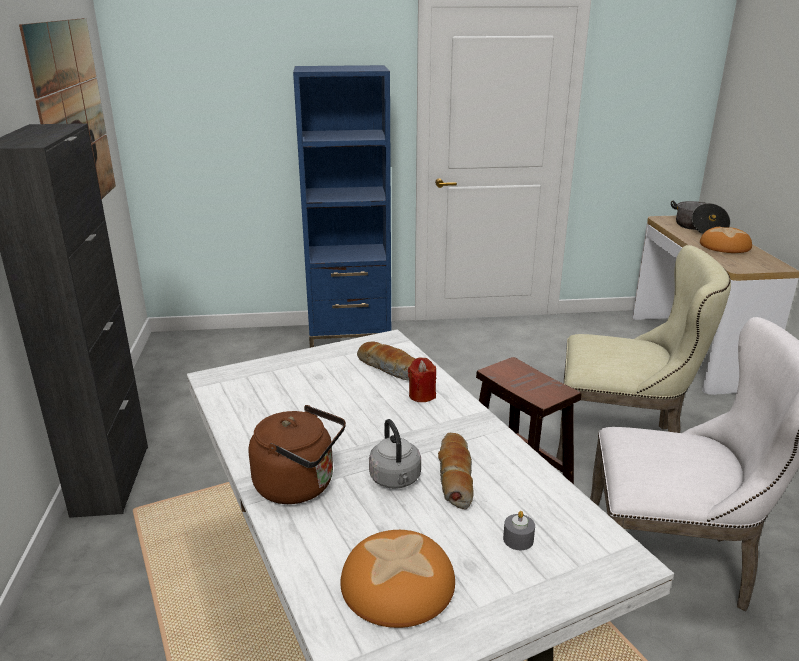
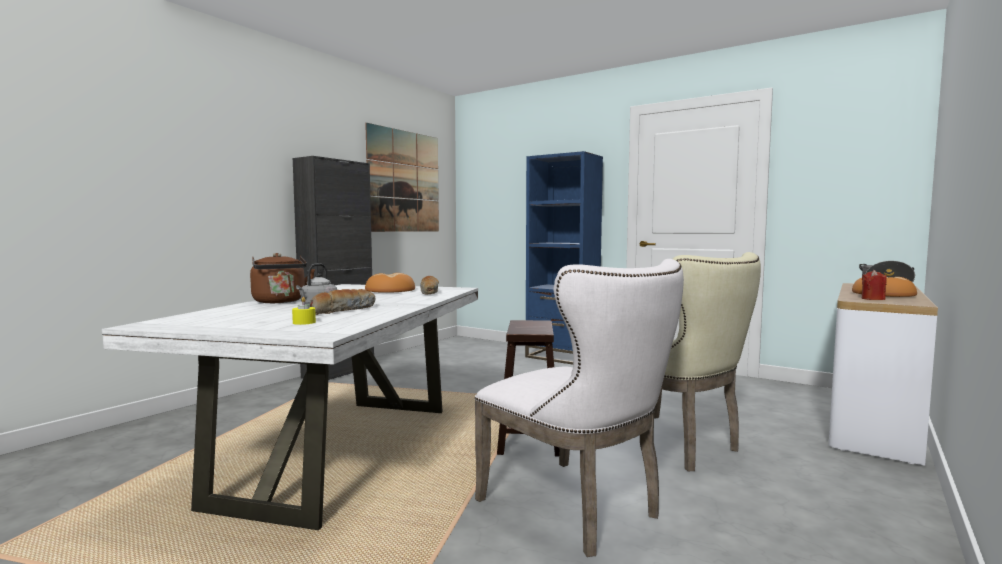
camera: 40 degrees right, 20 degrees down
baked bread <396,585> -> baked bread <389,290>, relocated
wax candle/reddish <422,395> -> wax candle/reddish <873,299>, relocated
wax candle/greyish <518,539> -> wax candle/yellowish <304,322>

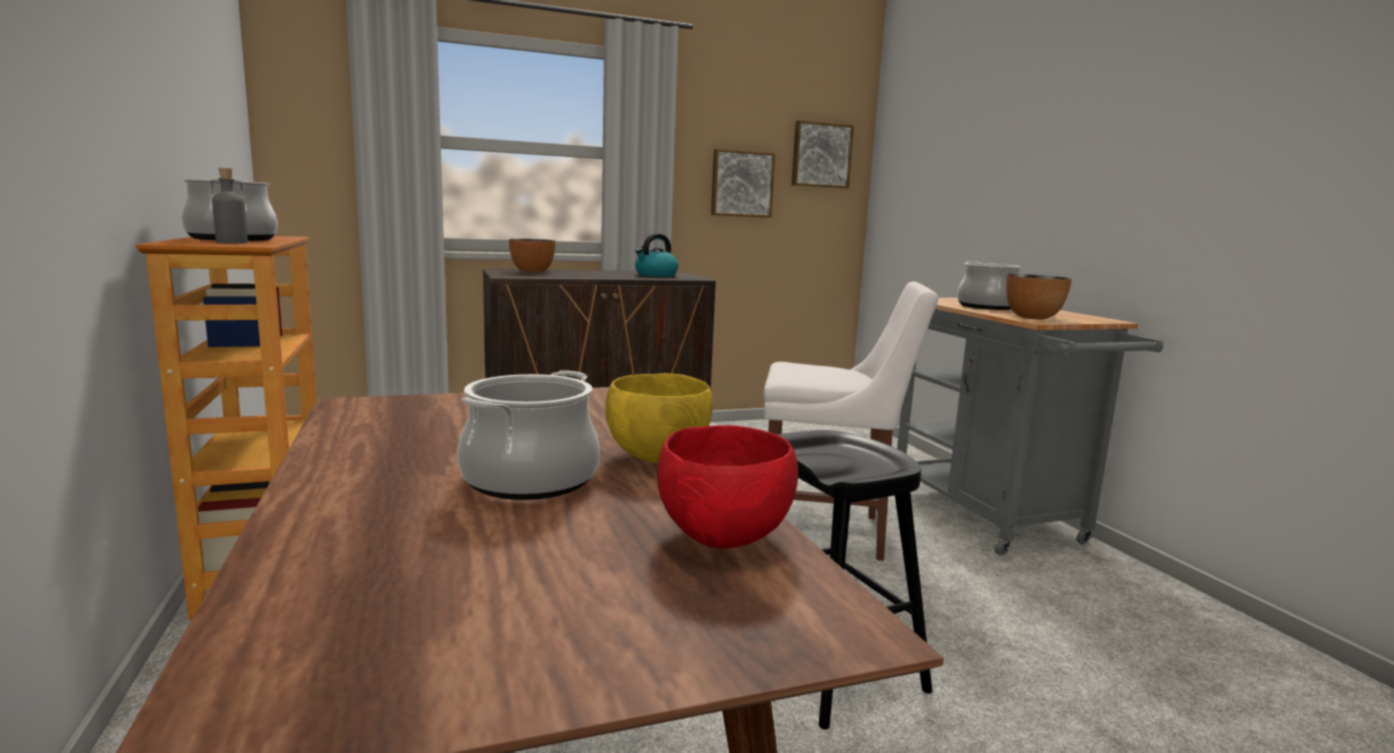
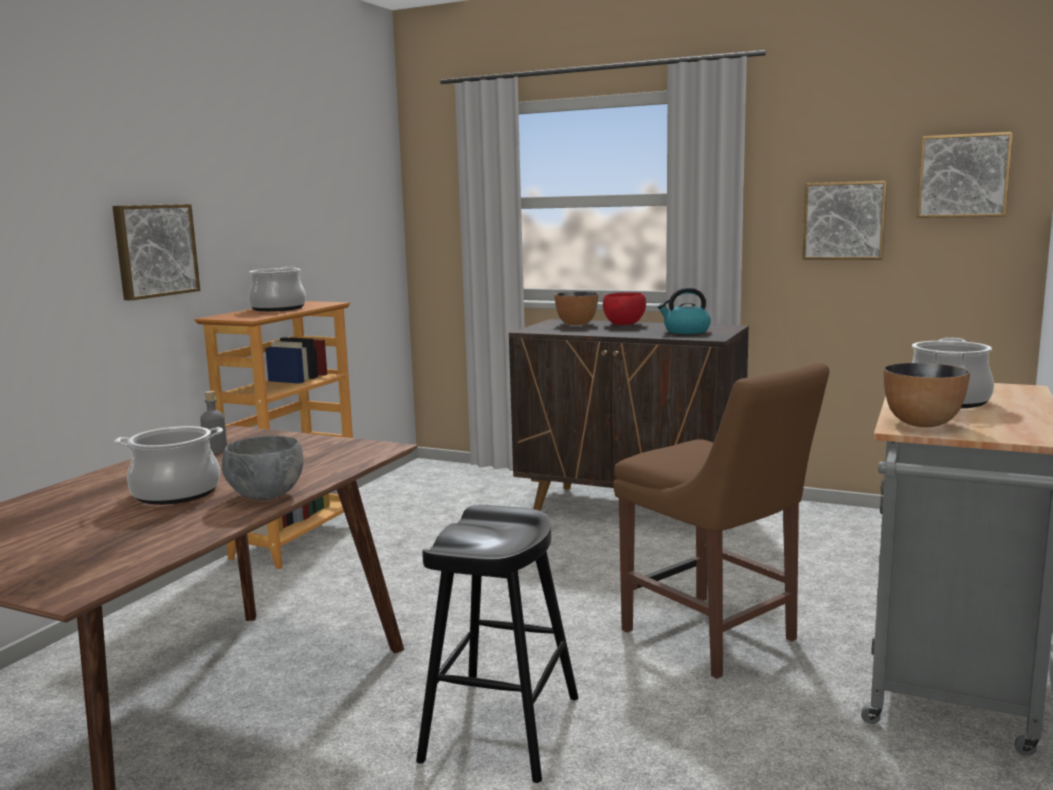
camera: 45 degrees right, 0 degrees up
bottle/greyish <232,243> -> bottle/greyish <215,450>, relocated
deep dish/yellowish <656,456> -> deep dish/greyish <265,495>
deep dish/reddish <724,536> -> deep dish/reddish <624,324>, relocated
upright chair/white-coloured <830,533> -> upright chair/brownish <714,638>
none -> picture <154,250>

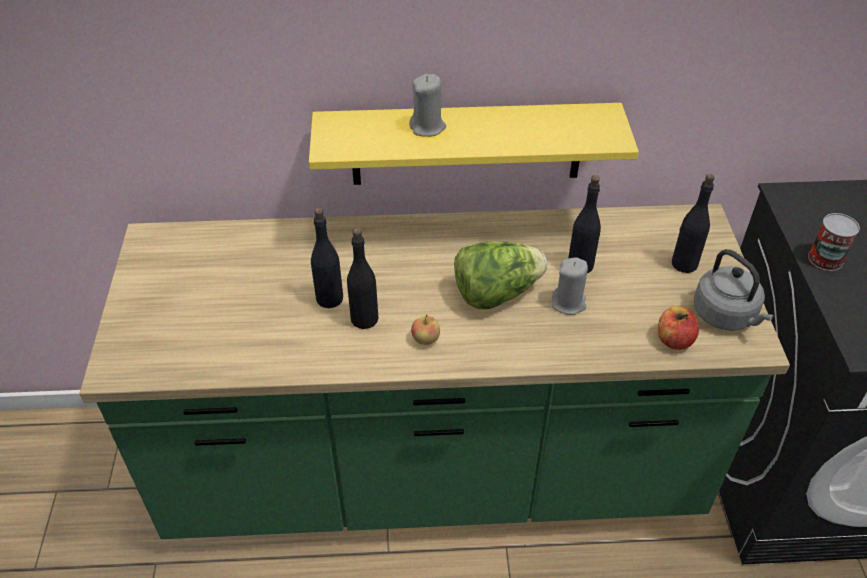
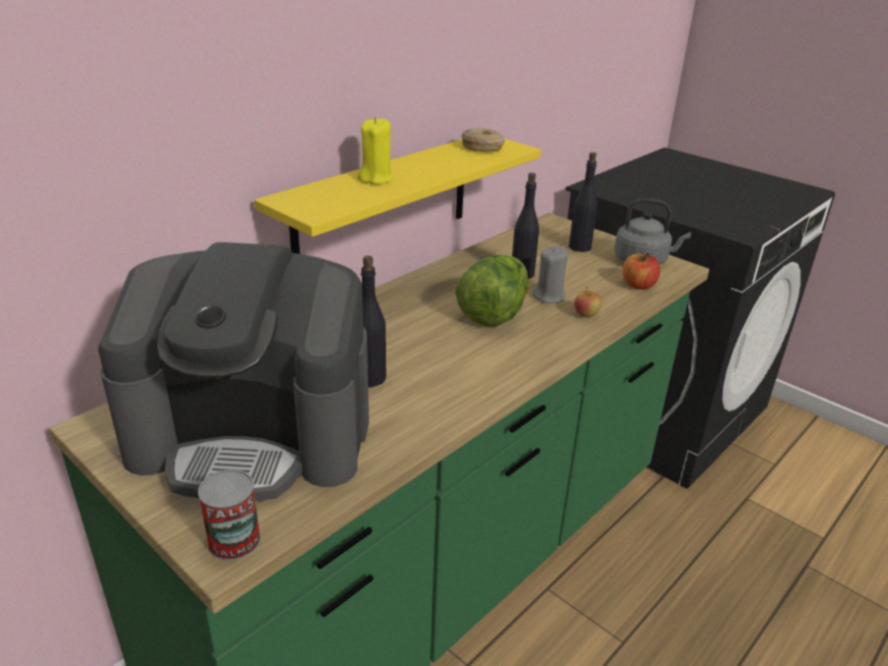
camera: 45 degrees left, 15 degrees down
bottle/blackish <364,318> -> none
wax candle/greyish <428,127> -> wax candle/yellowish <376,178>
apple <425,339> -> apple <585,315>, relocated
can <825,259> -> can <234,540>, relocated
none -> coffee machine <254,433>
none -> donut <483,147>

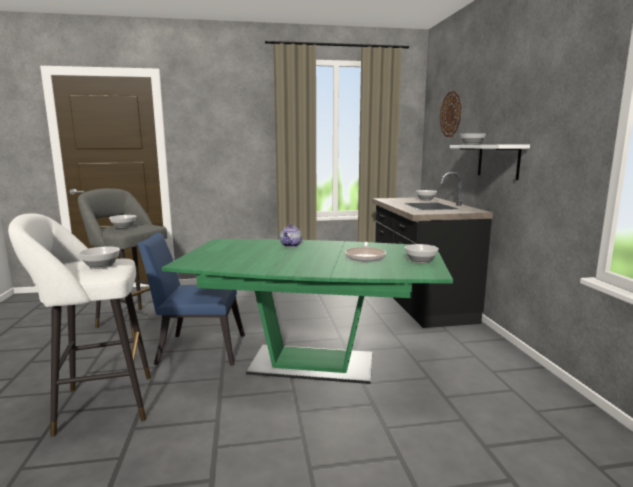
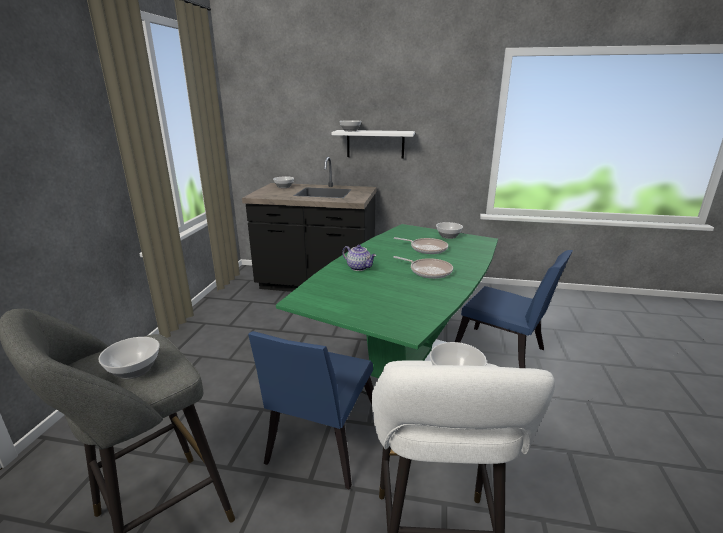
camera: 70 degrees left, 10 degrees up
hanging clock <451,114> -> none
none -> frying pan <428,271>
none -> upright chair/blue <503,356>

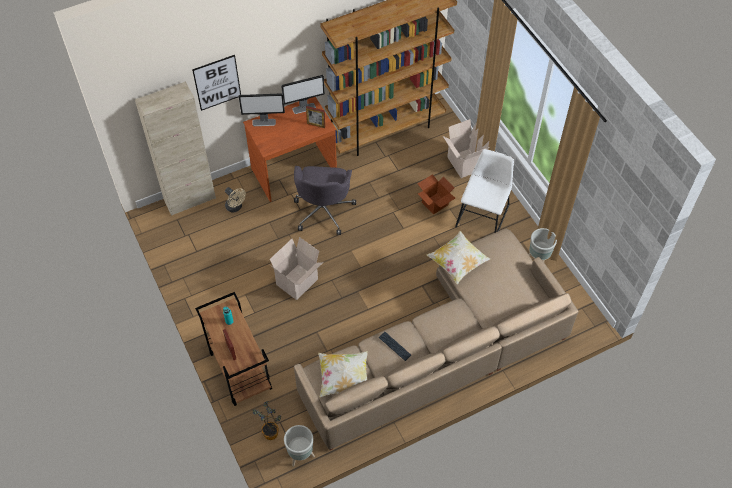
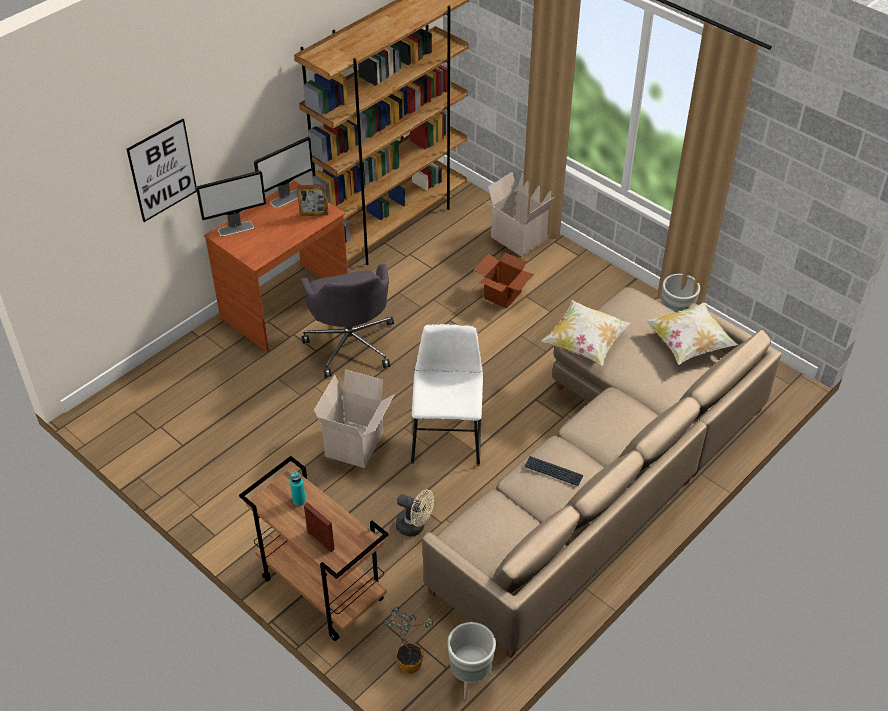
camera: 20 degrees left, 10 degrees down
storage cabinet/sand-coloured <190,199> -> none
fan/sand-coloured <235,207> -> fan/sand-coloured <415,527>, relocated
throw pillow <344,379> -> throw pillow <688,345>, relocated
upright chair/white-coloured <483,214> -> upright chair/white-coloured <447,432>, relocated

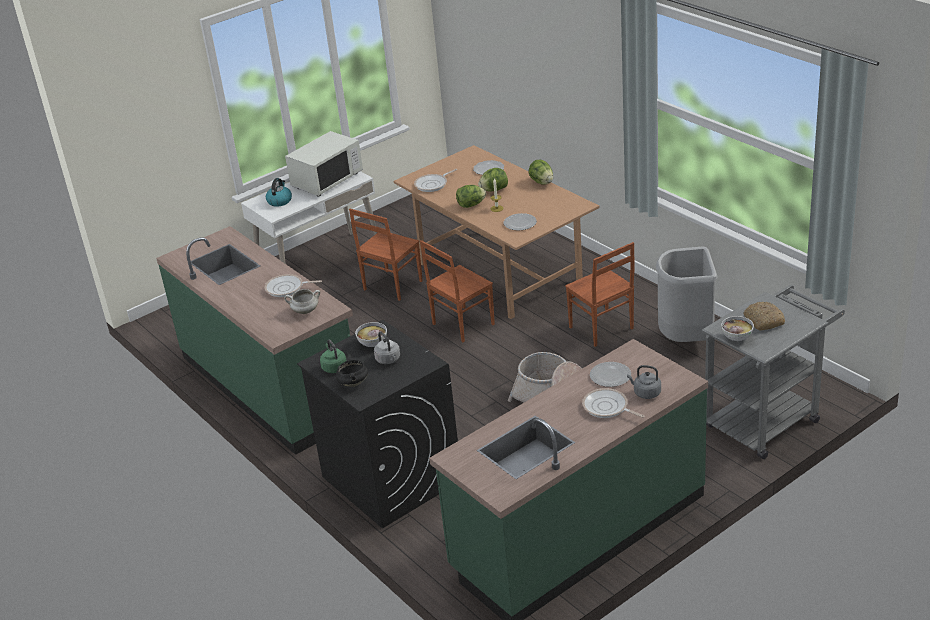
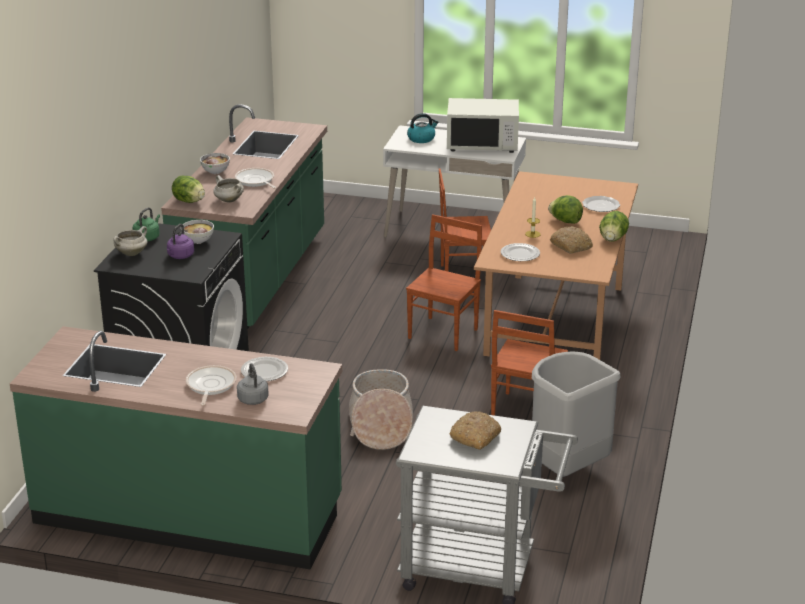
camera: 50 degrees right, 5 degrees down
stockpot/blackish <353,383> -> stockpot/white-coloured <131,253>
tea kettle/greyish <388,360> -> tea kettle/purplish <180,256>
frying pan <433,184> -> none
upright chair/brownish <462,324> -> upright chair/brownish <444,333>, 105 degrees clockwise
head of lettuce <471,205> -> head of lettuce <189,201>, relocated
deep dish <737,338> -> deep dish <216,172>, relocated
none -> baked bread <571,246>

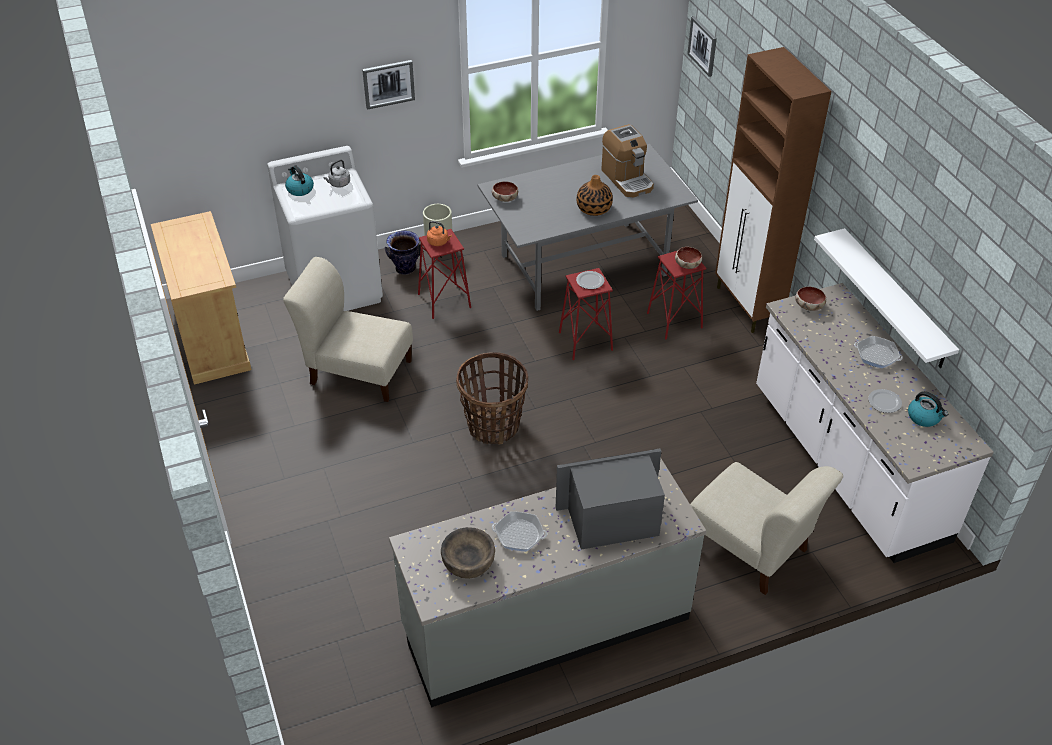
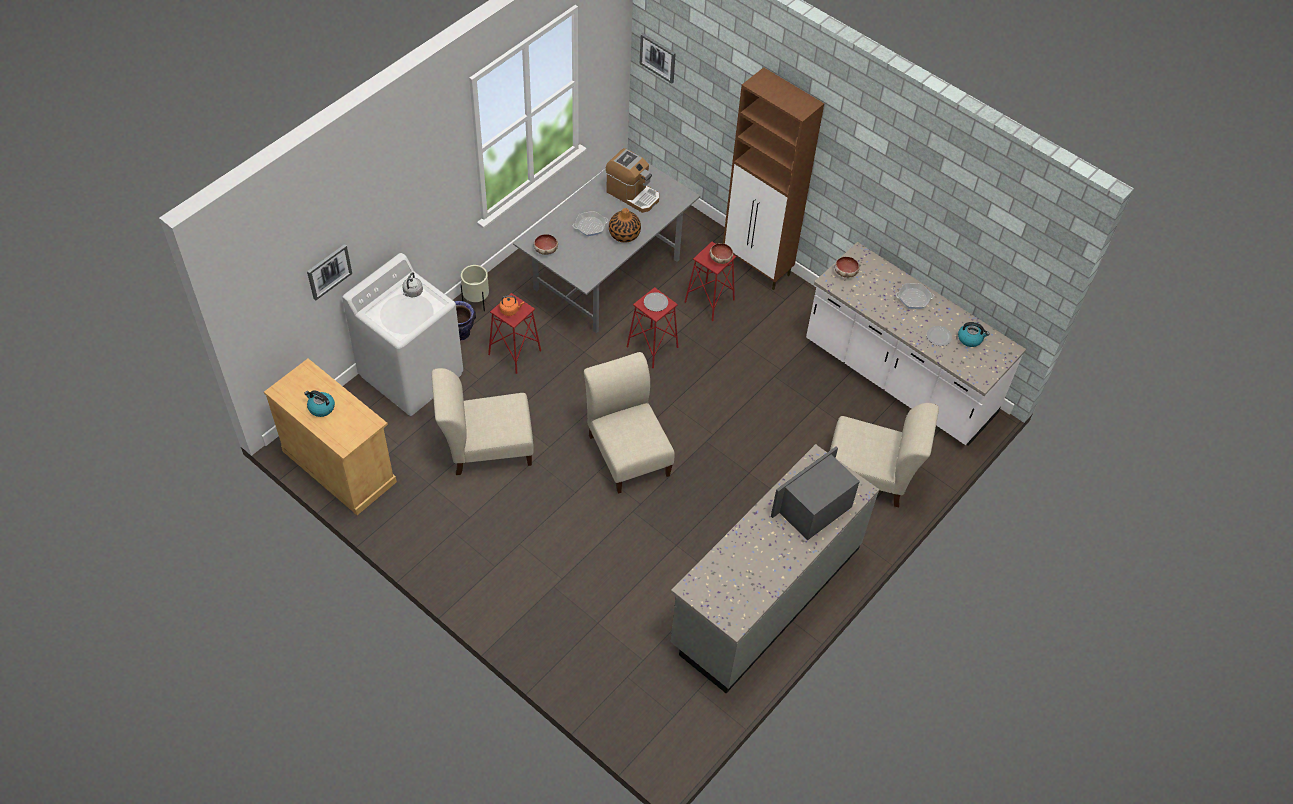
camera: 30 degrees left, 10 degrees up
tea kettle <299,189> -> tea kettle <321,407>, relocated
picture <388,84> -> picture <328,271>, relocated
deep dish/brownish <468,562> -> none
household basket <493,426> -> upright chair/sand-coloured <628,452>
frying pan <519,535> -> frying pan <590,226>, relocated
wall shelf/white-coloured <895,299> -> none

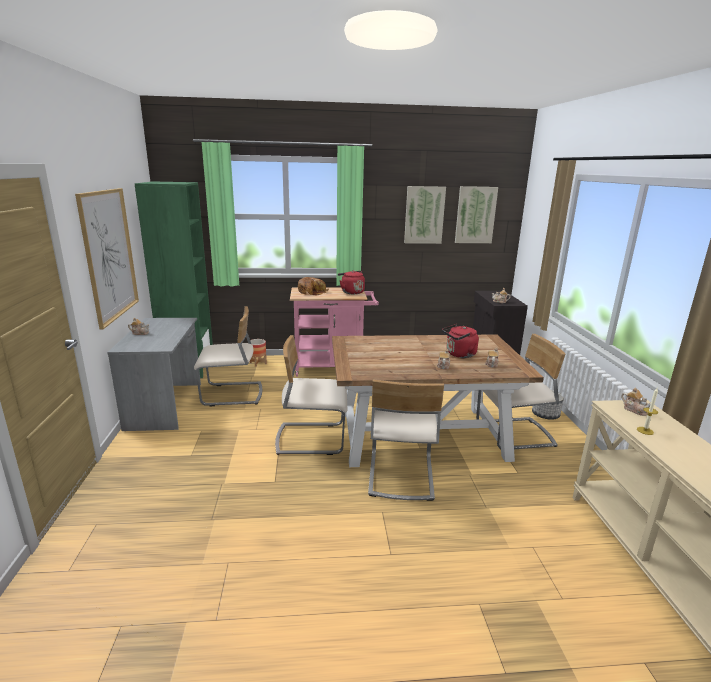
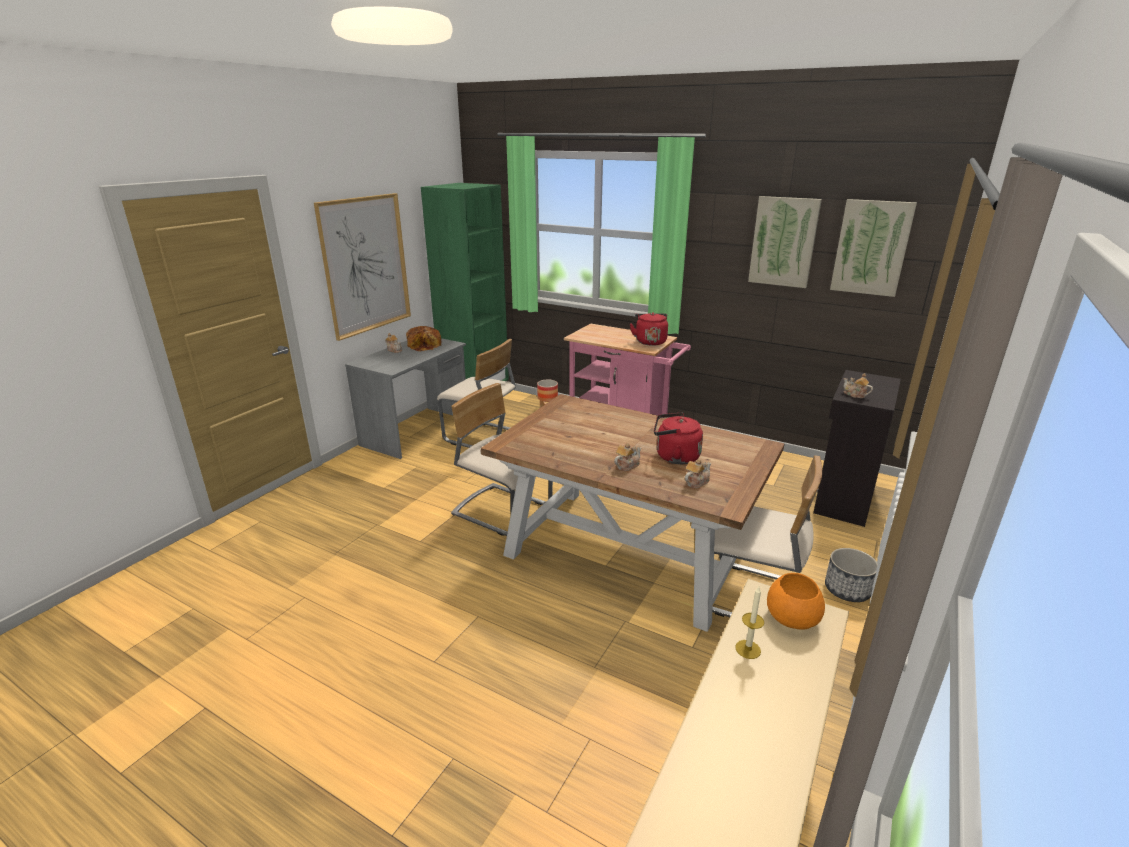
camera: 35 degrees right, 5 degrees up
baked bread <312,292> -> baked bread <425,345>, relocated
upright chair/sand-coloured <400,475> -> none
pot for tea <635,410> -> deep dish/orangey <792,616>

